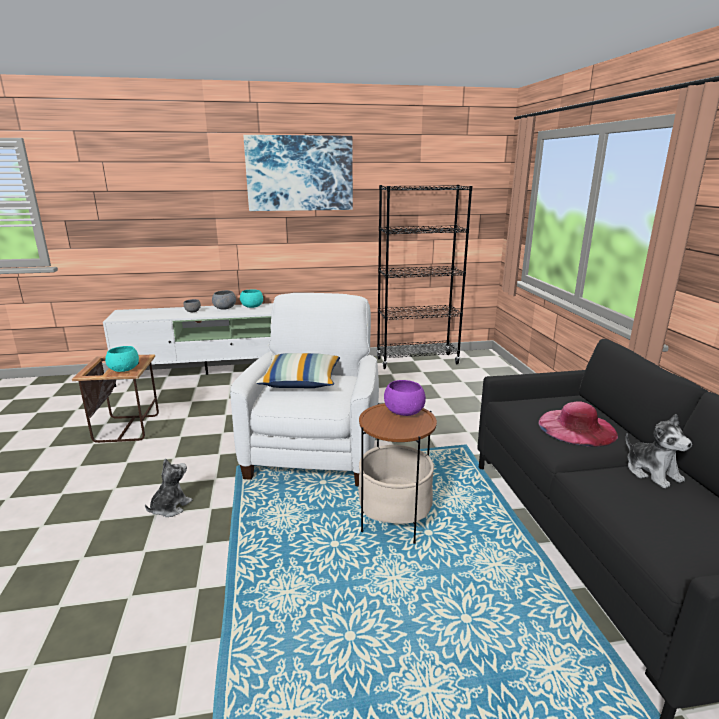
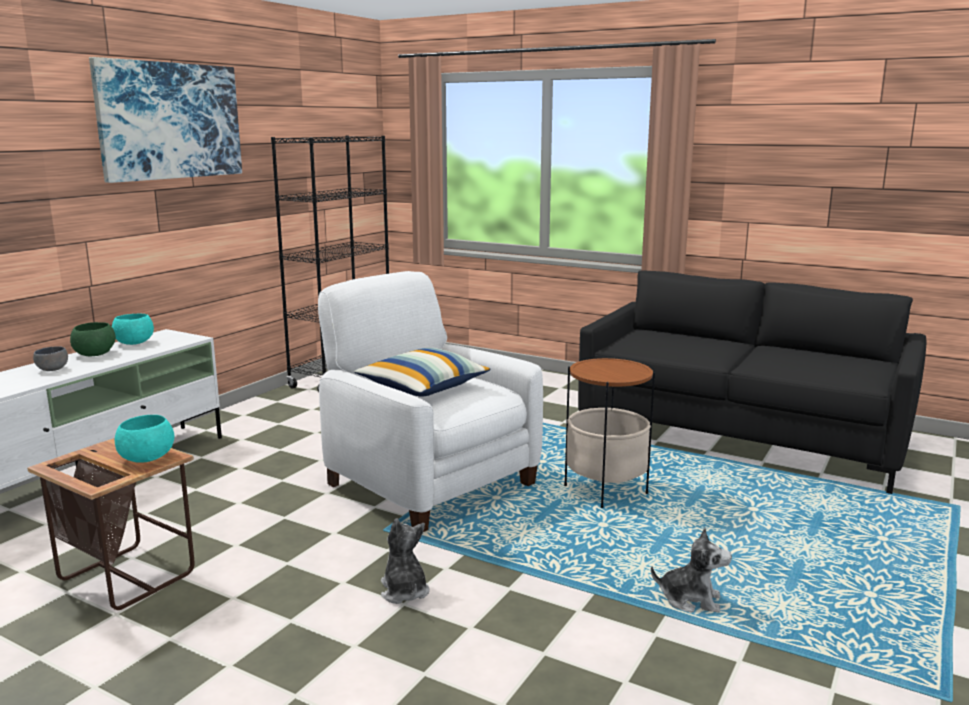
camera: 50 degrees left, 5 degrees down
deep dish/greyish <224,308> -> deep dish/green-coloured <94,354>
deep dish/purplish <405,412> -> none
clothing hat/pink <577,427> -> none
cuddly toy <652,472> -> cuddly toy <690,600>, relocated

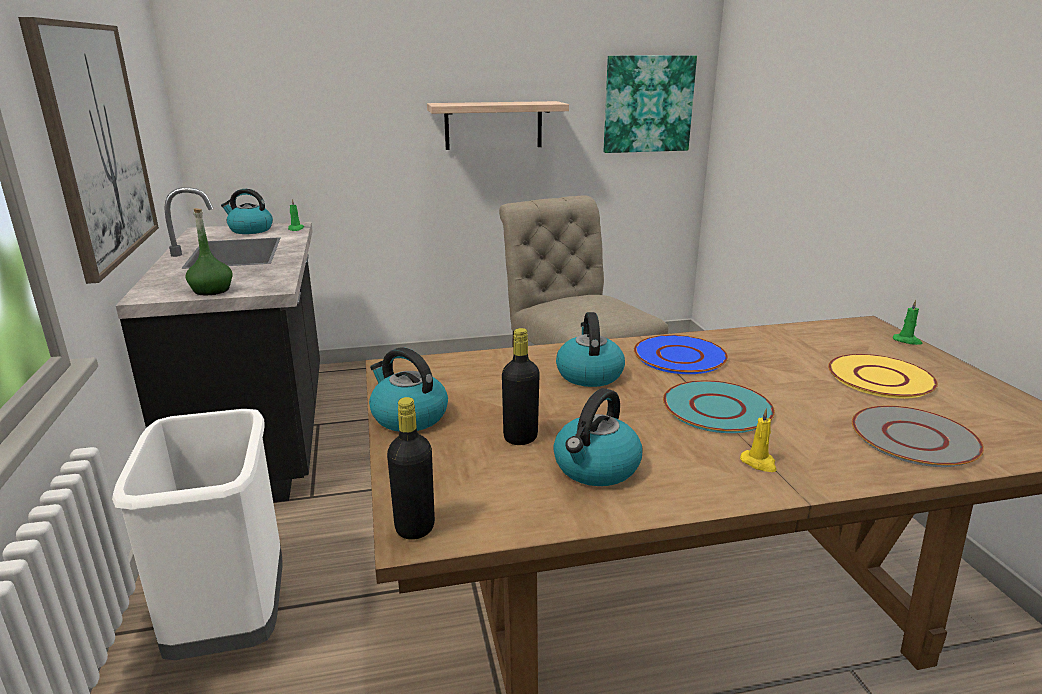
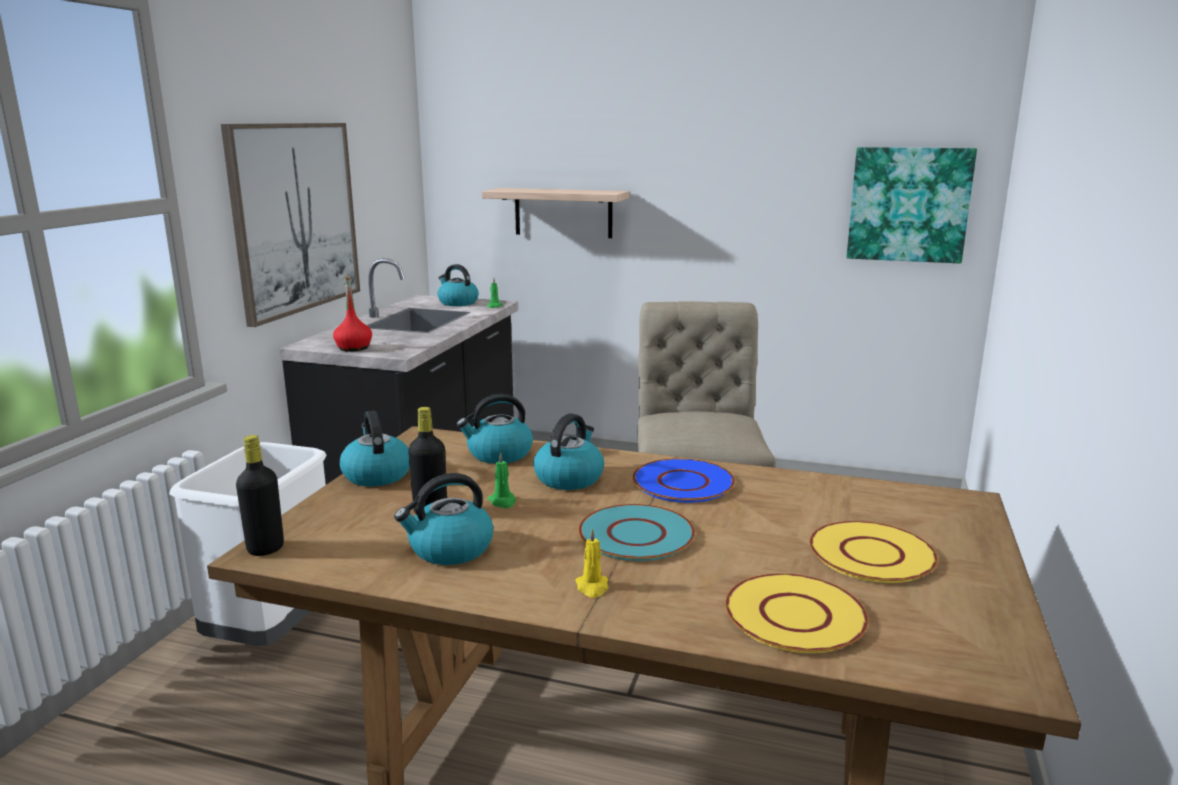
camera: 30 degrees right, 5 degrees down
bottle/green-coloured <212,290> -> bottle/reddish <354,348>
wall shelf <493,125> -> wall shelf <563,213>, relocated
dinner plate/greyish <915,438> -> dinner plate/yellowish <795,616>
wax candle/green-coloured <907,341> -> wax candle/green-coloured <502,502>, relocated
none -> tea kettle <499,454>

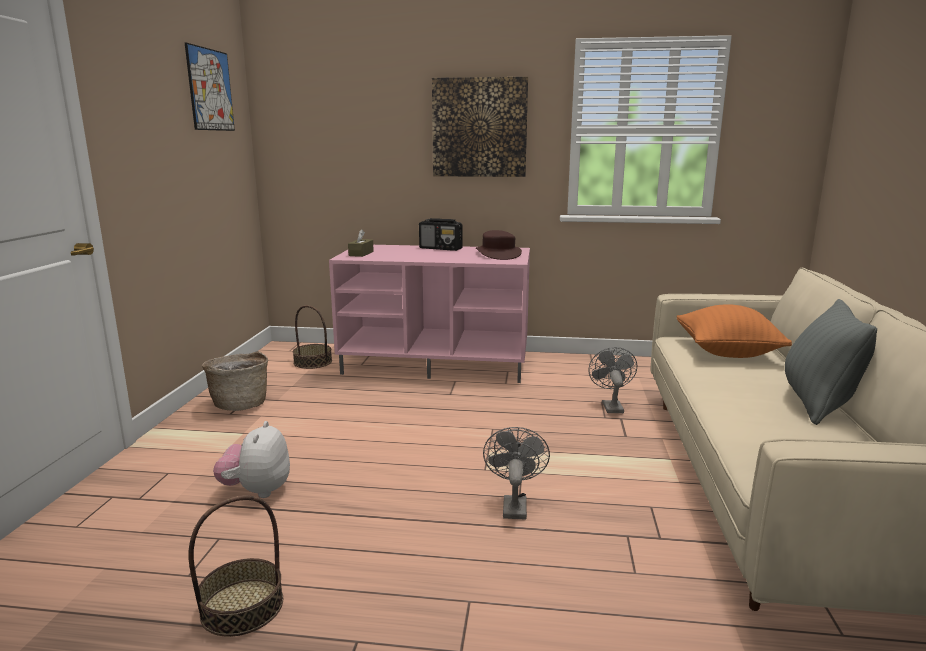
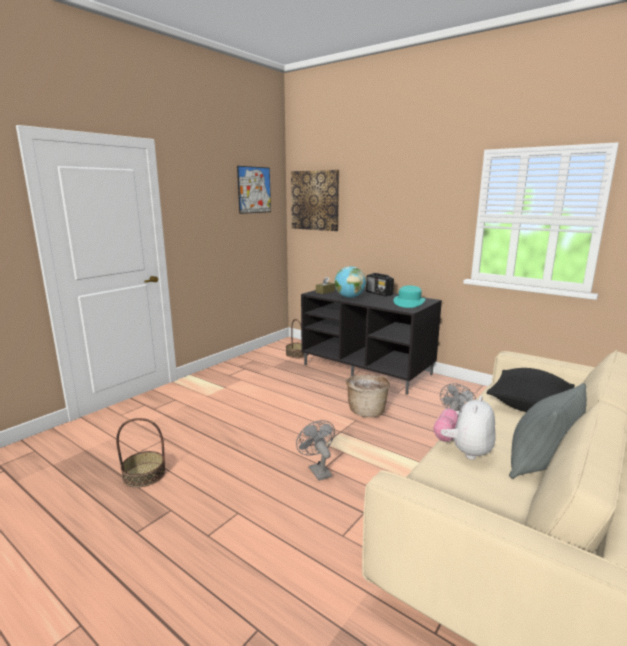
camera: 30 degrees right, 0 degrees up
household basket <240,404> -> household basket <367,411>, relocated
cuddly toy <257,490> -> cuddly toy <463,451>, relocated
tv stand/pink <437,363> -> tv stand/blackish <368,369>
picture <479,128> -> picture <315,200>, relocated
clothing hat/brownish <498,254> -> clothing hat/turquoise <409,302>
fan/greyish <514,505> -> fan/greyish <317,470>, 60 degrees counterclockwise
throw pillow/orangey <727,352> -> throw pillow/blackish <528,407>
none -> world globe <349,297>

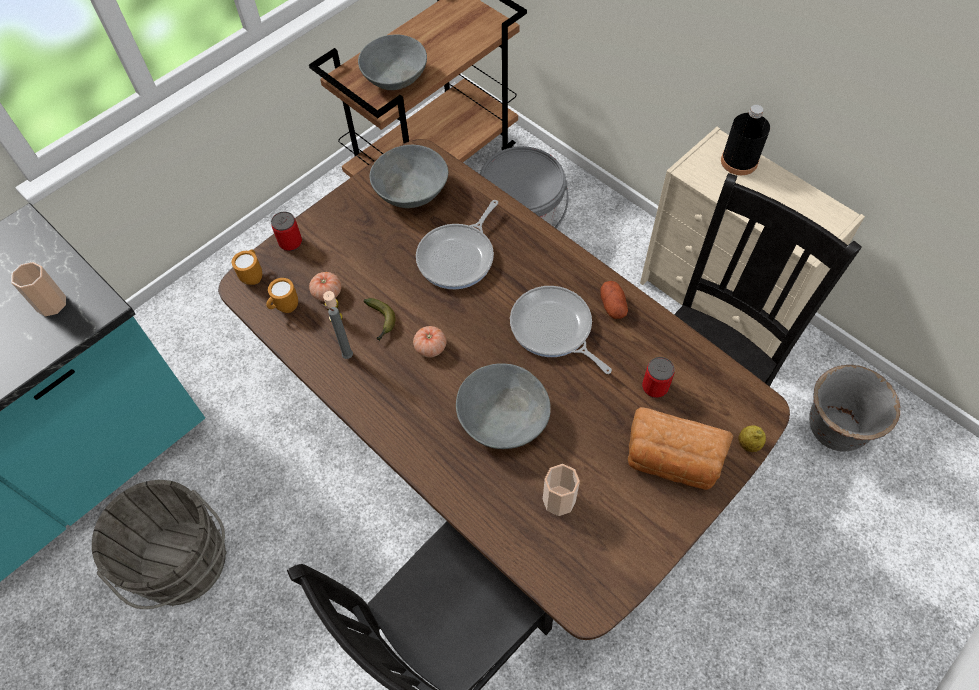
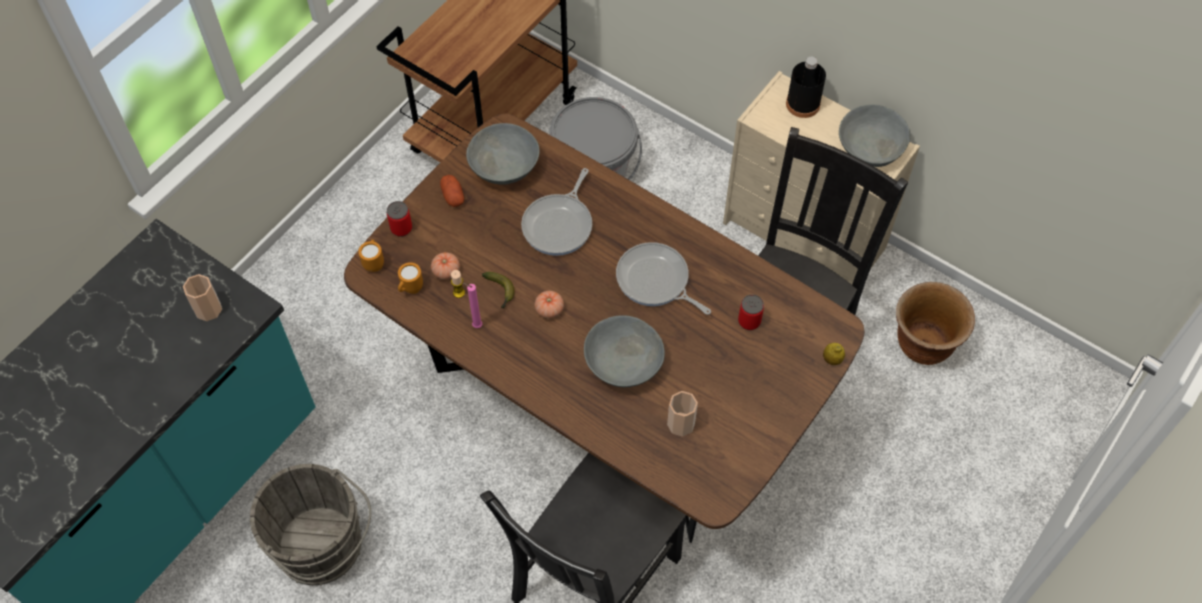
camera: 10 degrees left, 0 degrees up
wax candle/greyish <346,356> -> wax candle/pink <475,325>
deep dish/greyish <395,77> -> deep dish/greyish <869,148>, relocated
spud <613,306> -> spud <453,196>, relocated
baked bread <672,461> -> none
plant pot/greyish <834,430> -> plant pot/brownish <923,346>

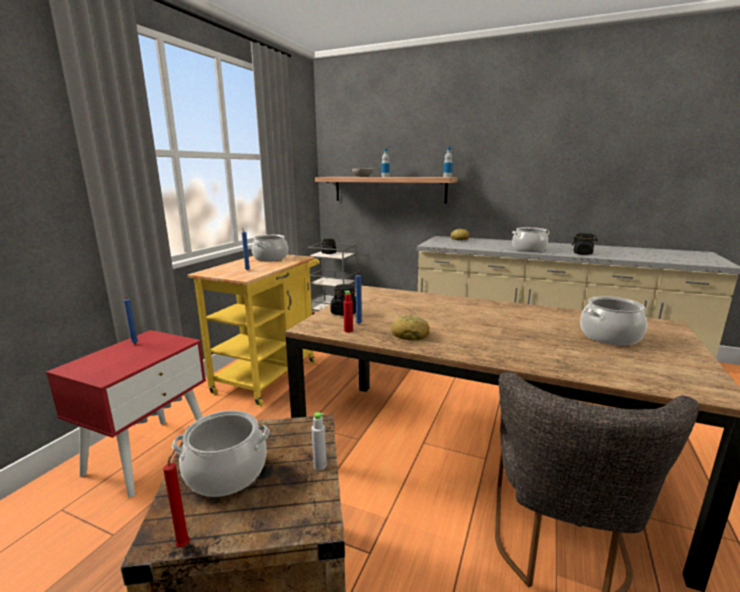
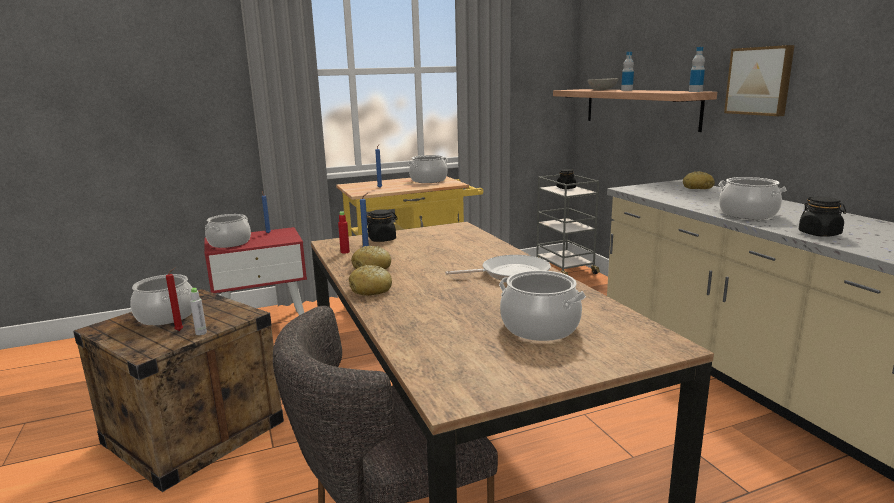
camera: 45 degrees right, 0 degrees up
wax candle/reddish <185,544> -> wax candle/reddish <181,330>, relocated
none -> stockpot <229,243>
none -> baked bread <371,290>
none -> frying pan <511,273>
none -> picture <760,81>

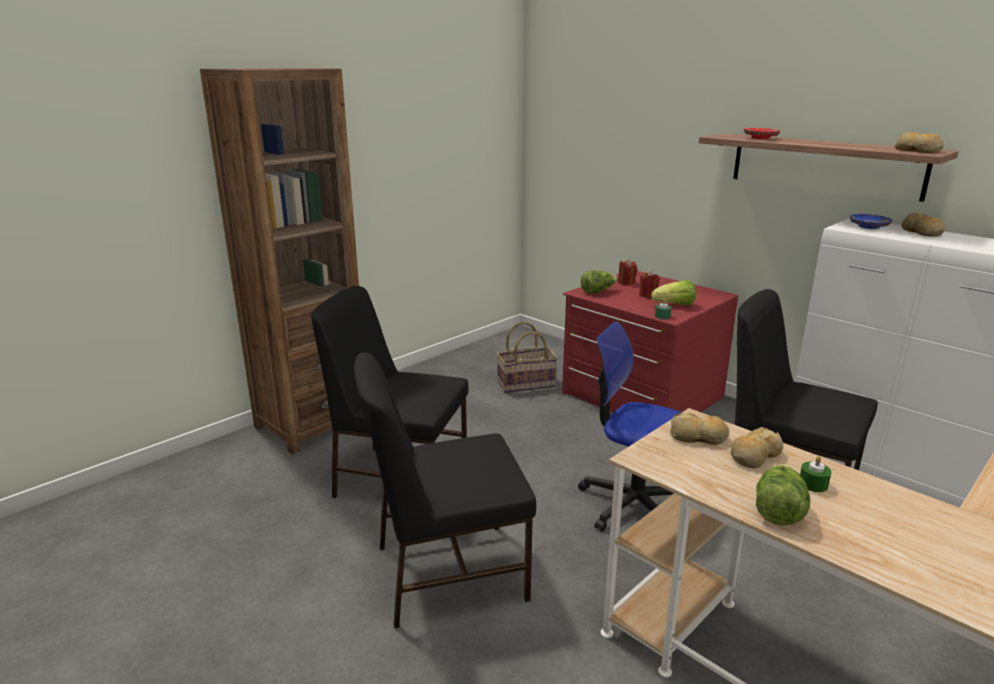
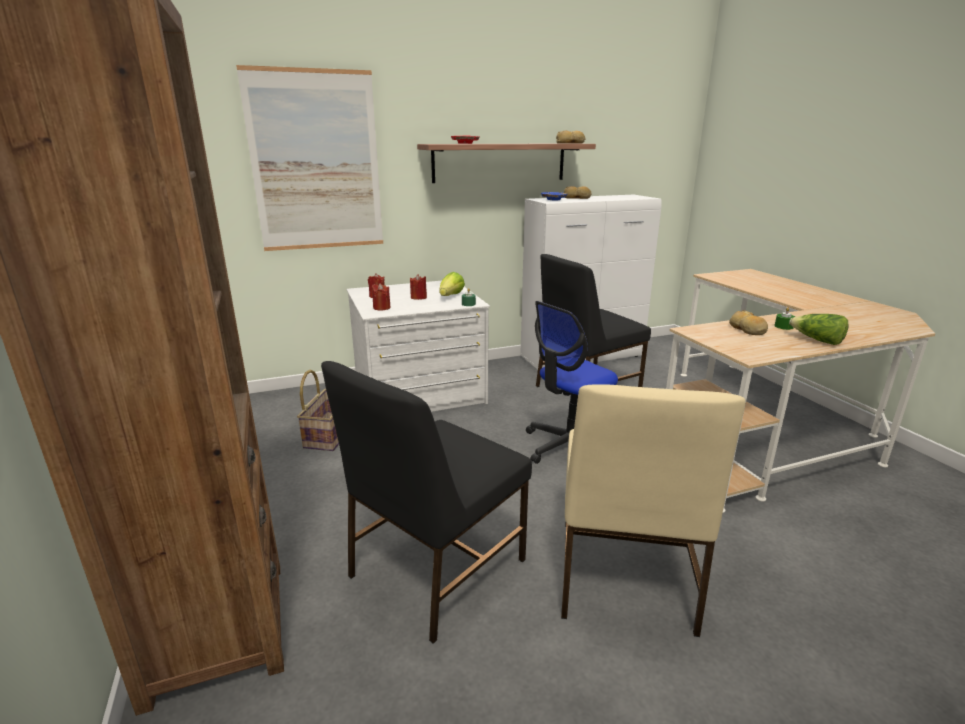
camera: 65 degrees left, 0 degrees up
upright chair/blackish <447,572> -> upright chair/sand-coloured <622,575>
drawer chest/reddish <641,396> -> drawer chest/white-coloured <419,392>
head of lettuce <597,291> -> wax candle/reddish <381,308>
baked bread <698,437> -> none
none -> picture <316,162>

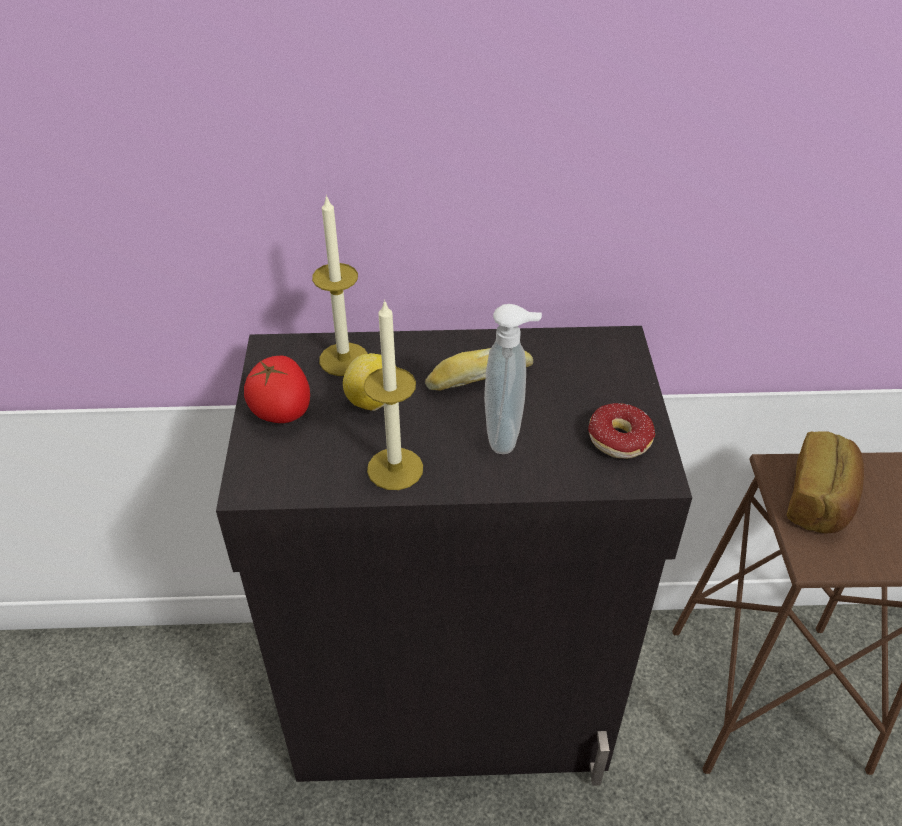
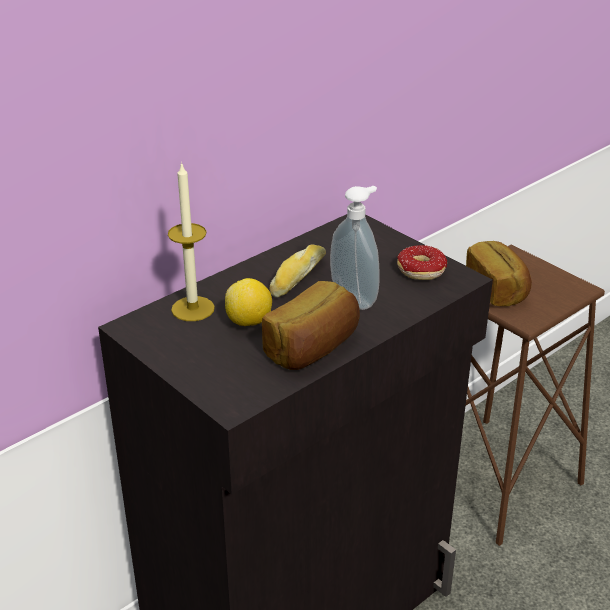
camera: 40 degrees left, 10 degrees down
whole tomato <282,411> -> none
wax candle <395,469> -> baked bread <313,348>

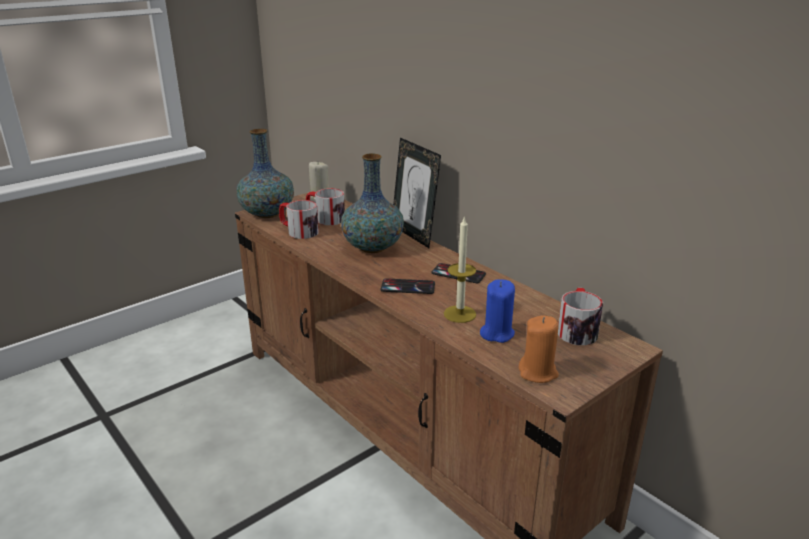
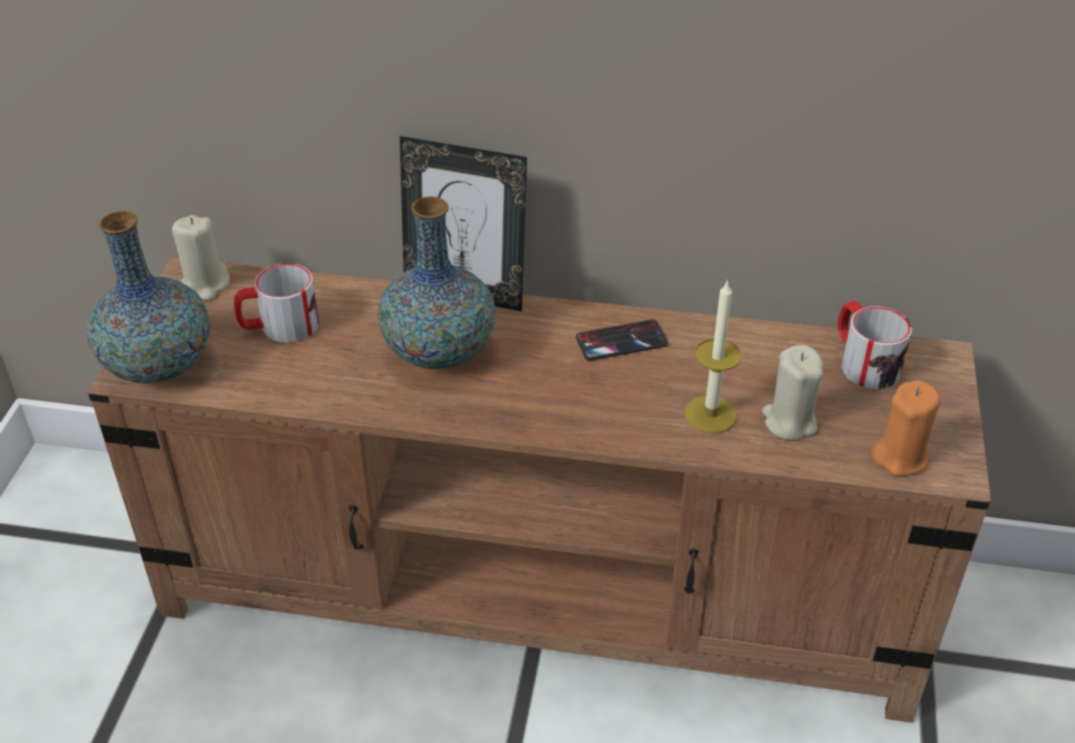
camera: 40 degrees left, 15 degrees up
coffee mug <298,231> -> none
phone <408,287> -> none
wax candle/blue <496,333> -> wax candle/sand-coloured <789,421>

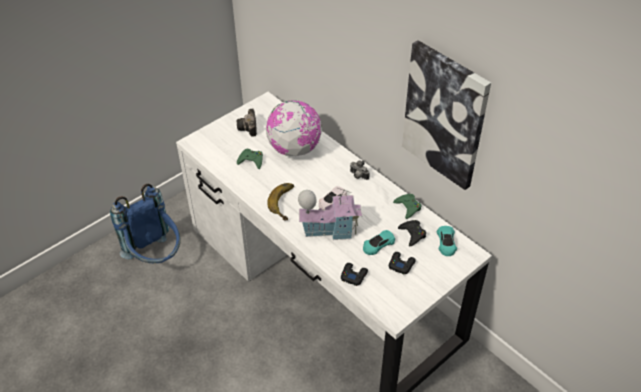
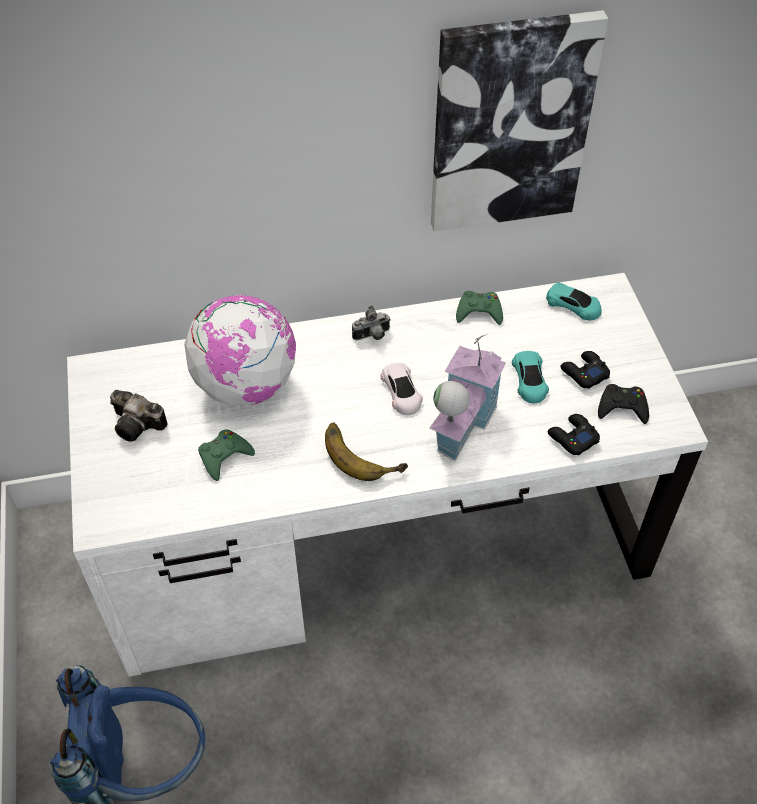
camera: 60 degrees left, 5 degrees up
joypad/blackish <412,234> -> joypad/blackish <622,407>, relocated

